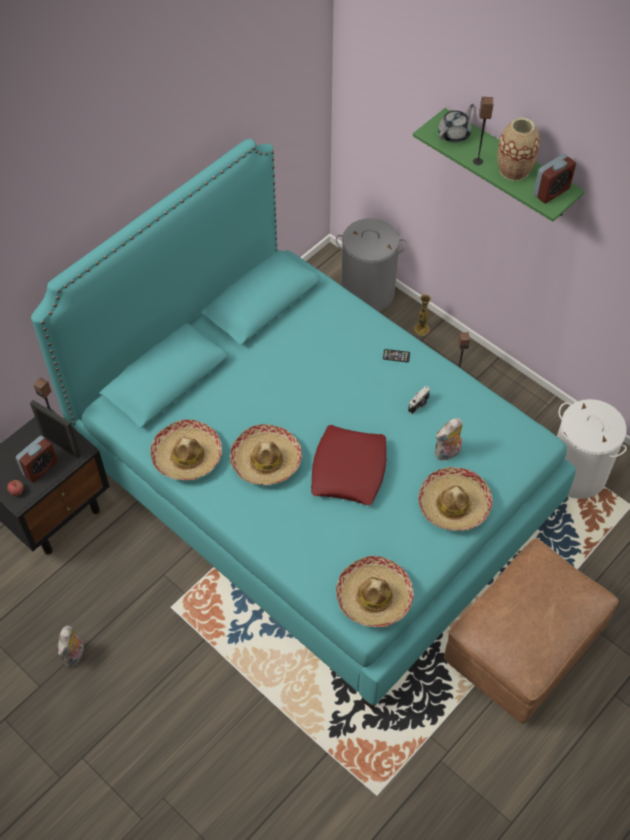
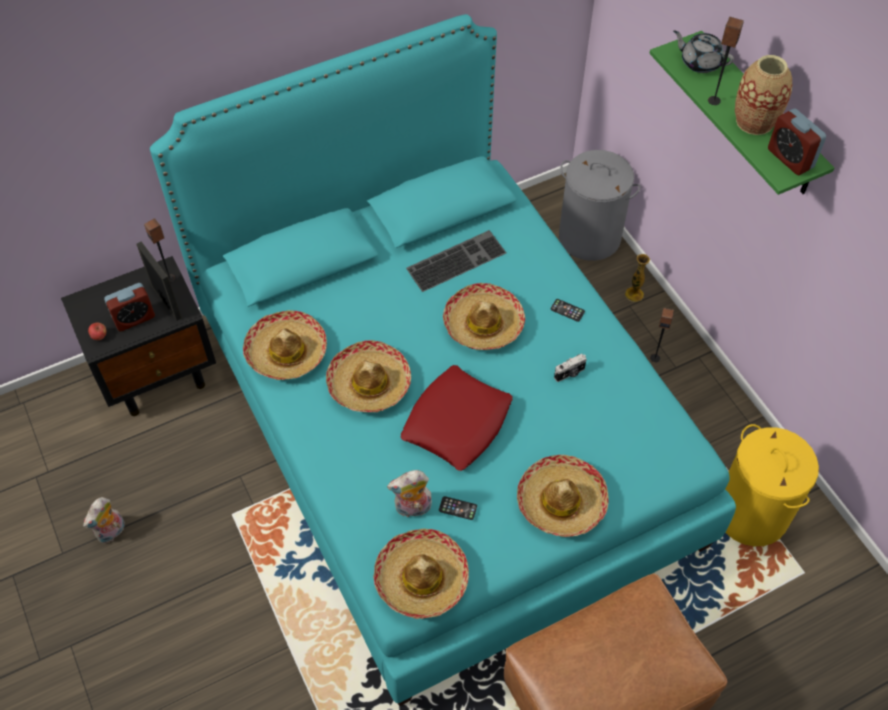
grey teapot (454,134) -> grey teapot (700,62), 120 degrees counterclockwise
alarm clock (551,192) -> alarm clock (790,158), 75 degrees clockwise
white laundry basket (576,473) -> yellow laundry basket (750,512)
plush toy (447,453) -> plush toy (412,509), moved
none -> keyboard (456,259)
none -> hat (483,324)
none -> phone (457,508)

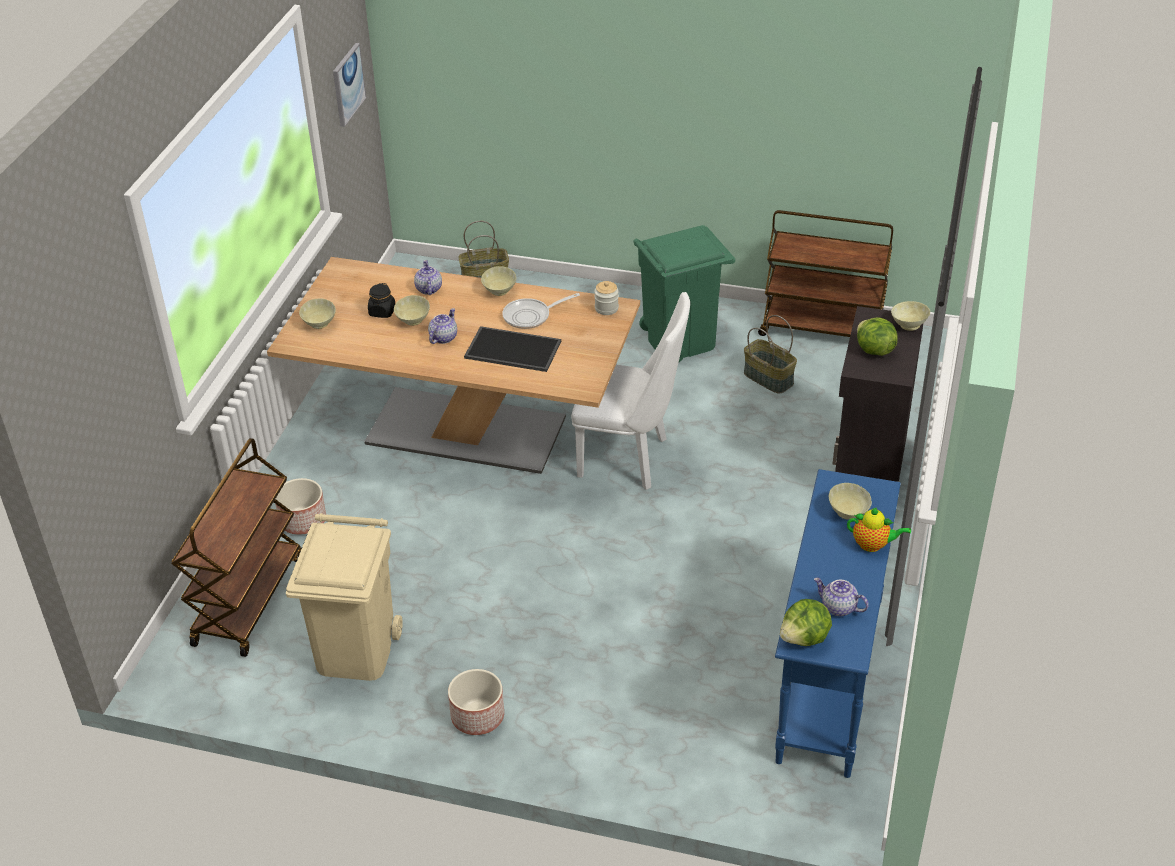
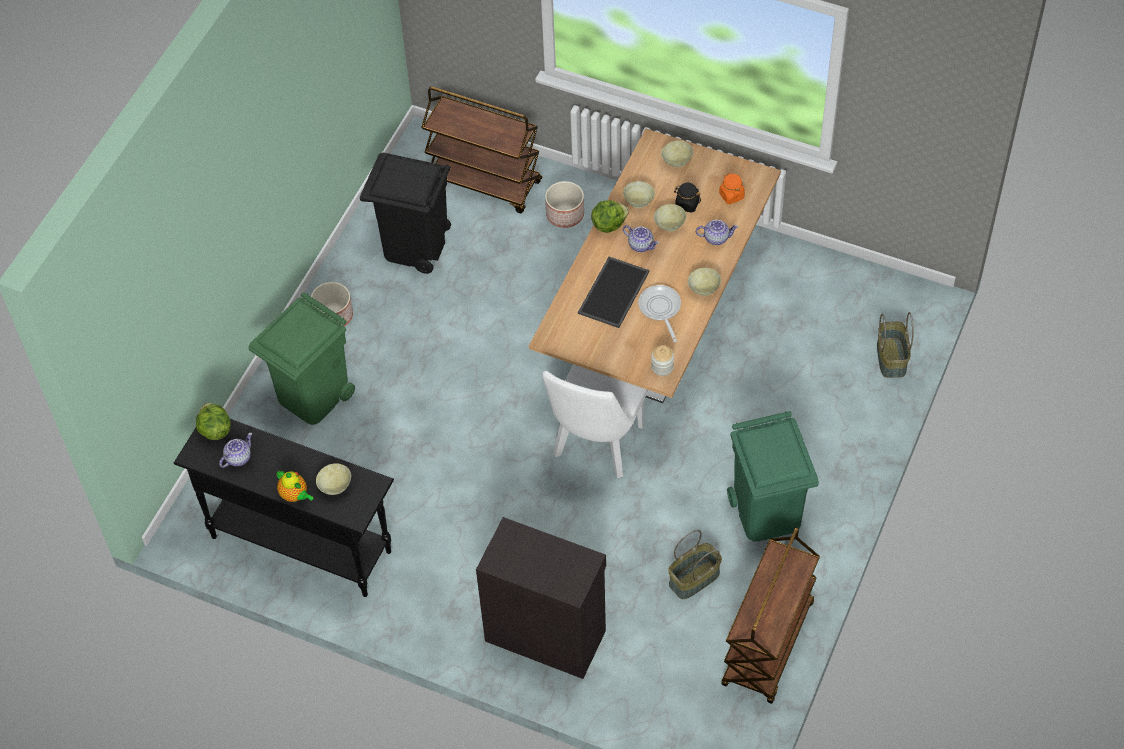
picture (348,84) -> none
beige bowl (908,325) -> beige bowl (639,202), moved
lettuce (874,350) -> lettuce (608,224), moved
blue console table (827,686) -> black console table (300,543)
teapot (873,545) -> teapot (295,495), 75 degrees counterclockwise
beige trash can (356,651) -> black trash can (415,246)
none -> orange jar (731,195)
none -> green trash can (313,396)

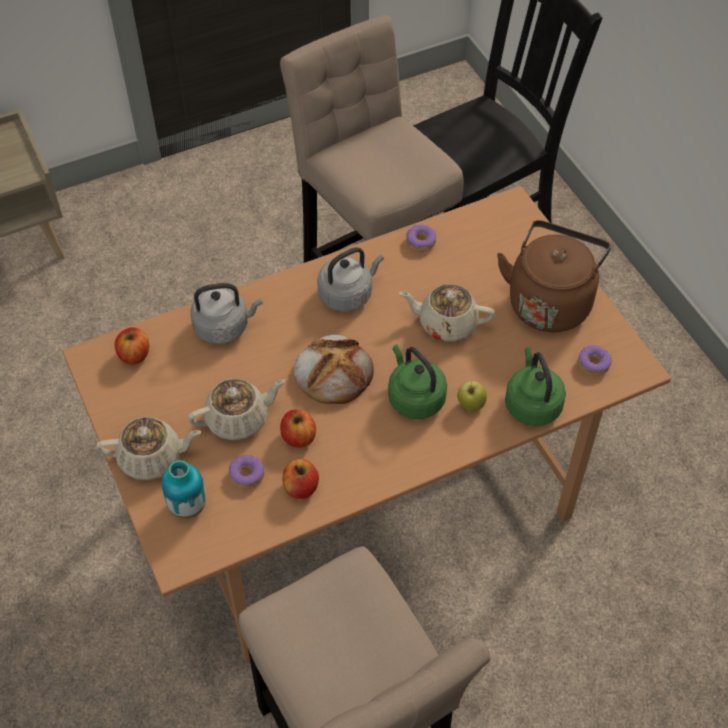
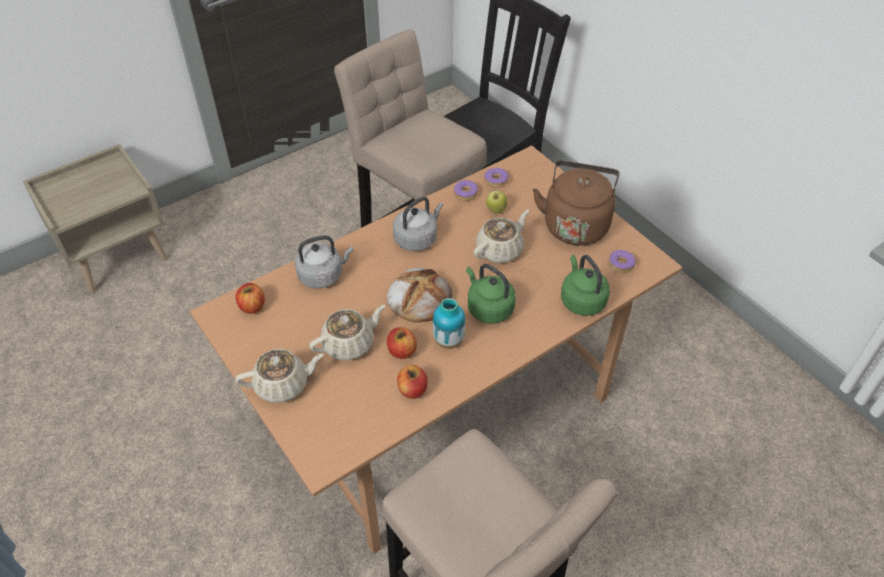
beige teapot (446,323) -> beige teapot (500,250), 135 degrees clockwise
apple (470,405) -> apple (496,210), moved
donut (246,475) -> donut (495,181), moved
vase (188,506) -> vase (448,341), moved

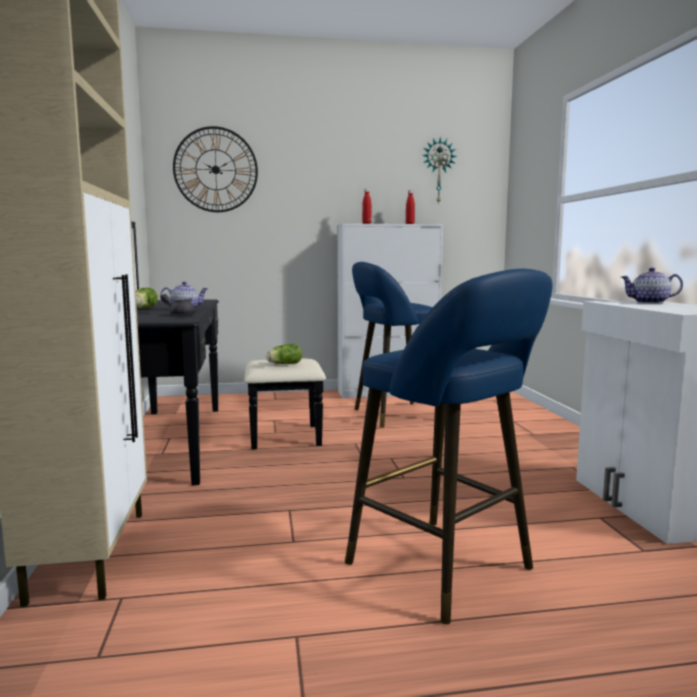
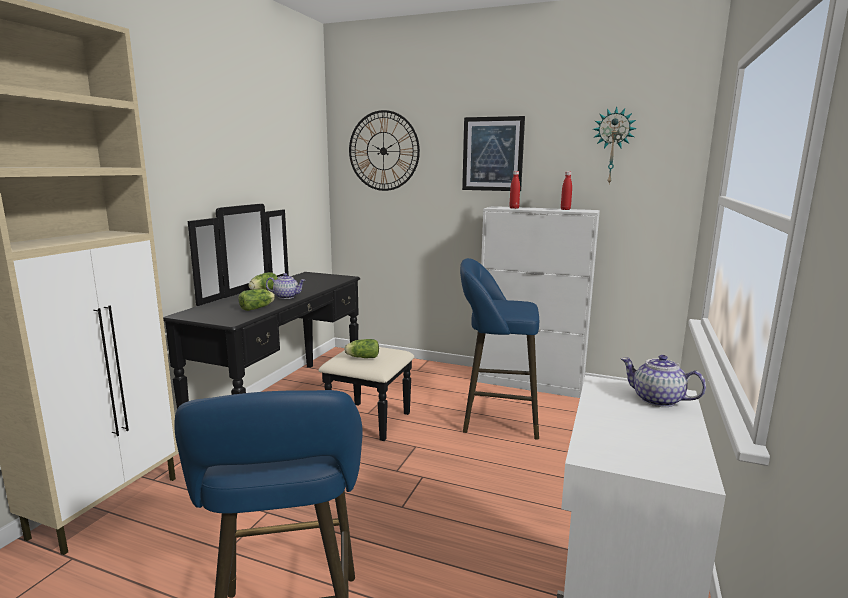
grey teapot (180,314) -> lettuce (258,308)
none -> picture (493,154)

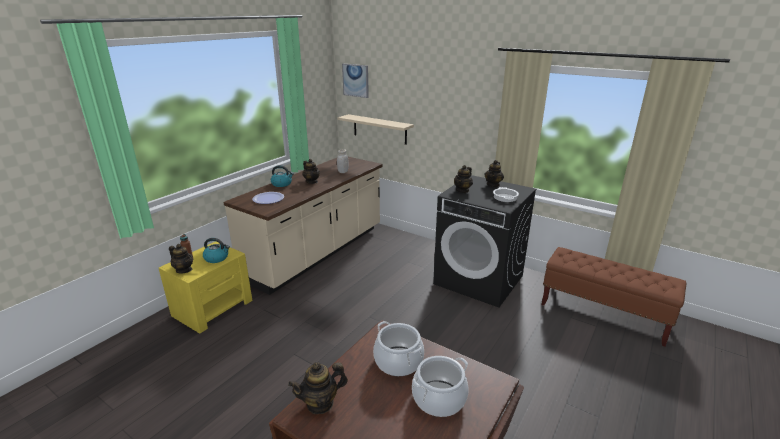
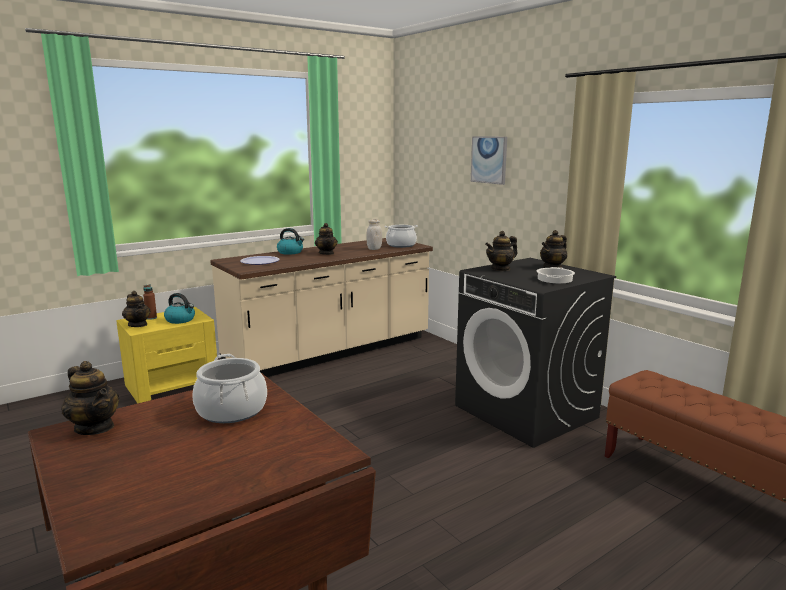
picture (356,80) -> picture (489,159), moved
beige shelf (379,129) -> none
cooking pot (439,398) -> cooking pot (401,245), moved
teapot (320,403) -> teapot (95,427), 135 degrees counterclockwise

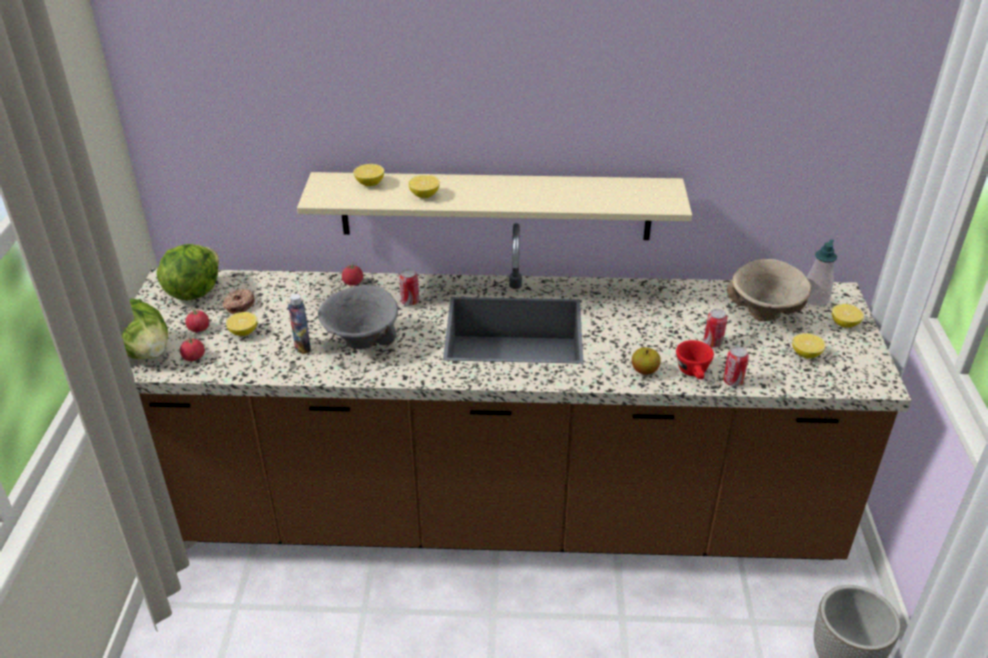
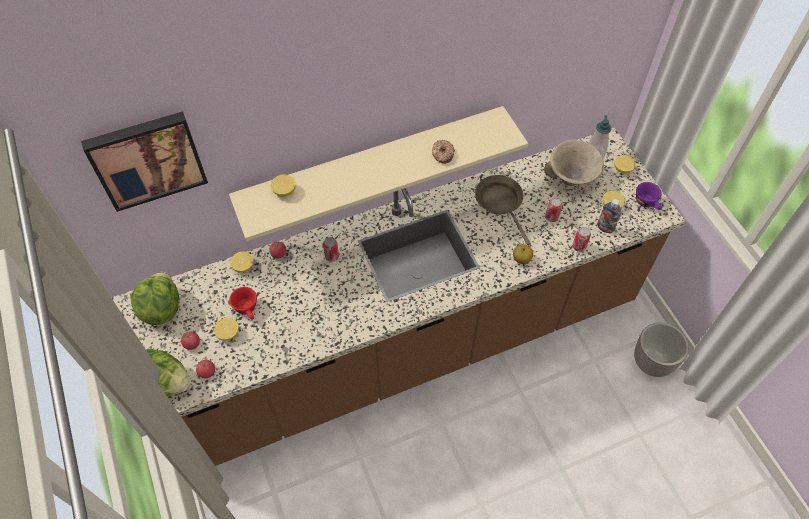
lemon (424,195) -> lemon (243,266), moved
grey bowl (360,343) -> none
donut (239,305) -> donut (442,154), moved
bottle (302,347) -> bottle (605,228), moved
red cup (694,373) -> red cup (248,309), moved
none -> picture (147,159)
none -> brown frying pan (501,203)
none -> purple cup (647,203)

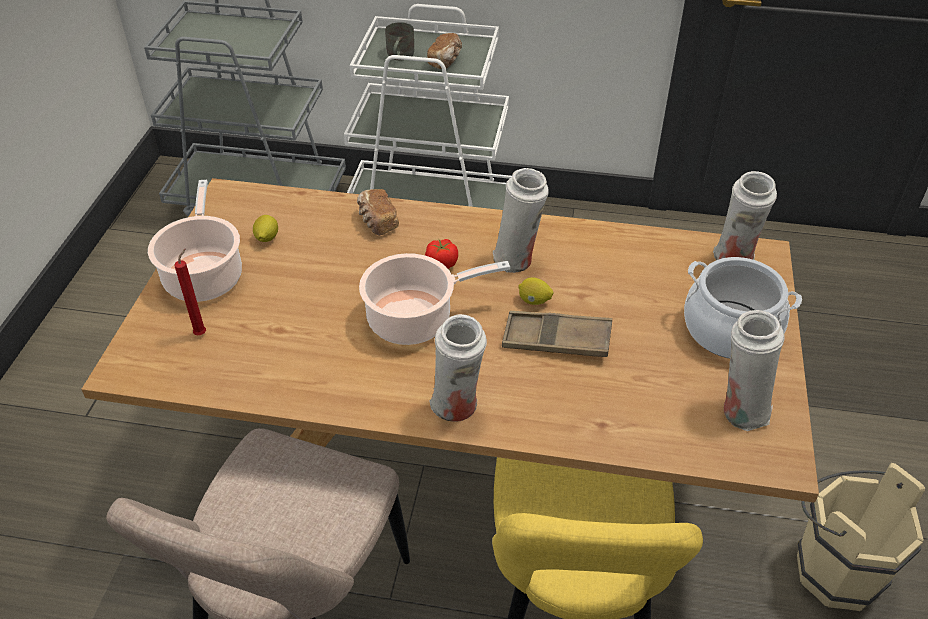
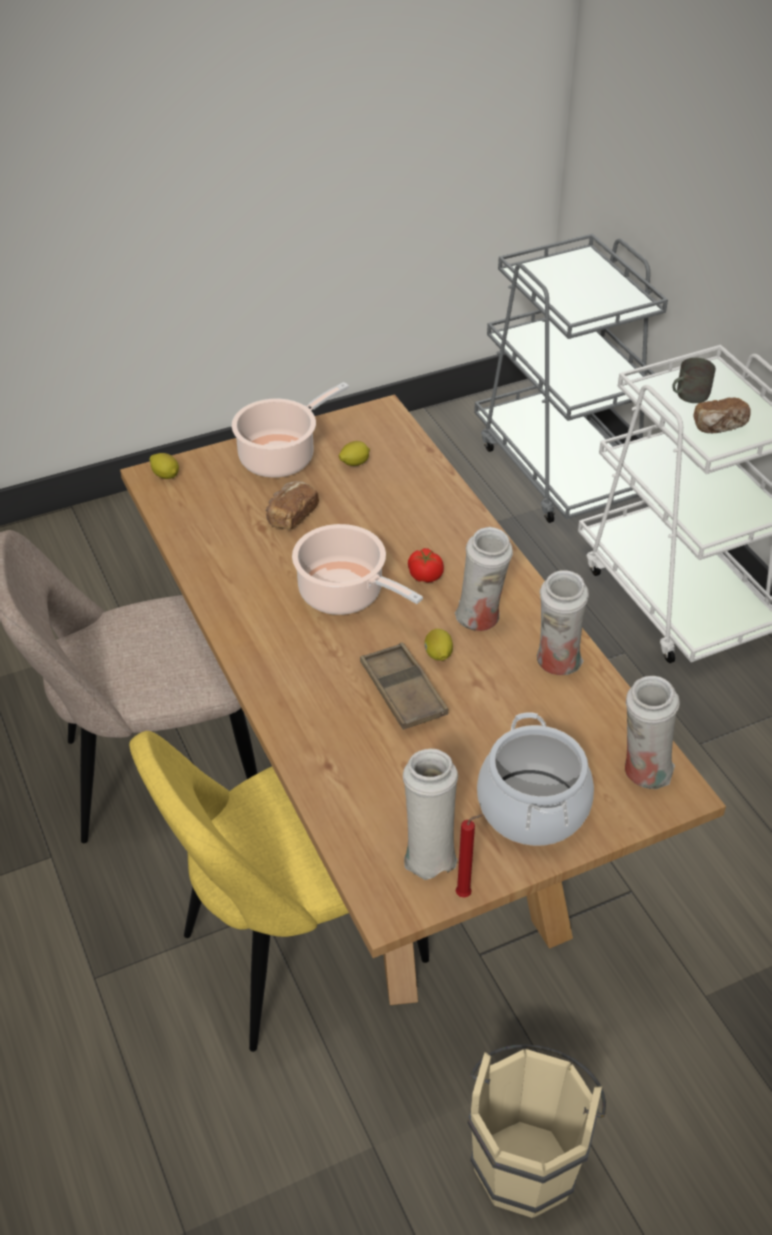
bread (377,222) -> bread (291,516), moved
red candle (202,333) -> red candle (466,894), moved
white vase (457,408) -> white vase (557,663), moved
none -> lemon (165,475)

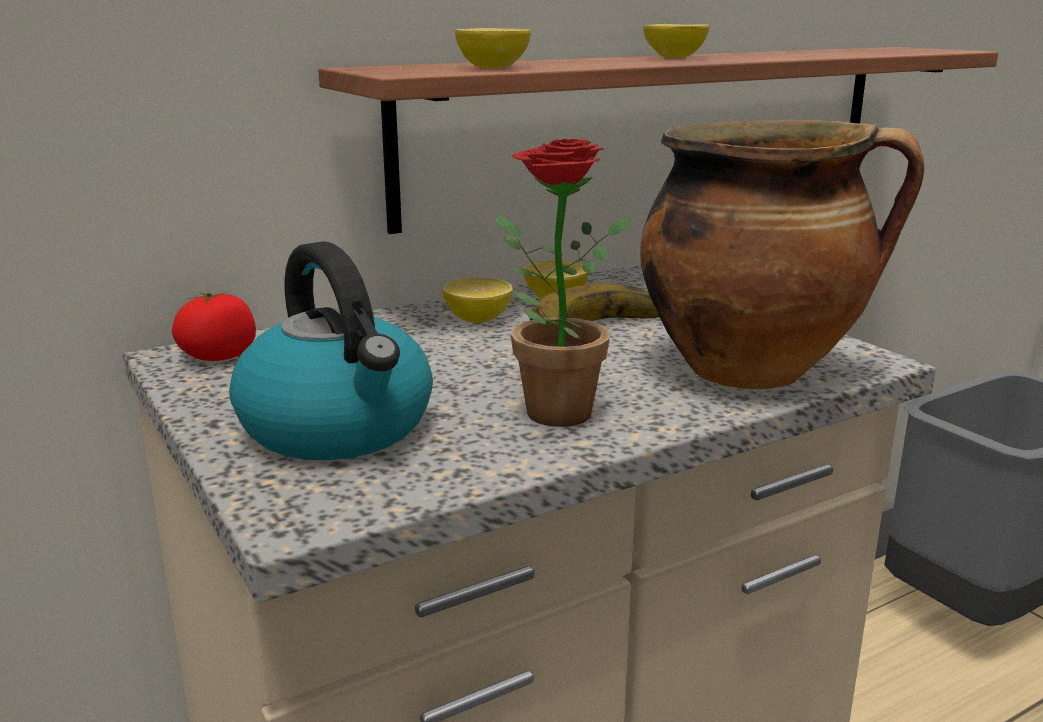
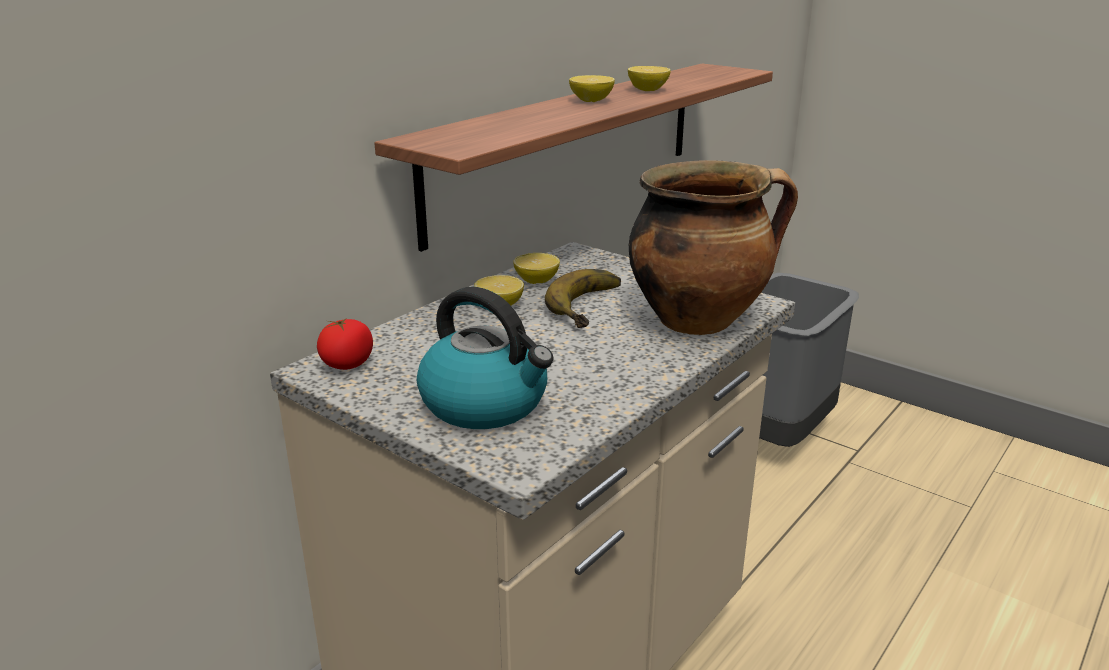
lemon (493,67) -> lemon (648,90), moved
potted plant (546,409) -> none

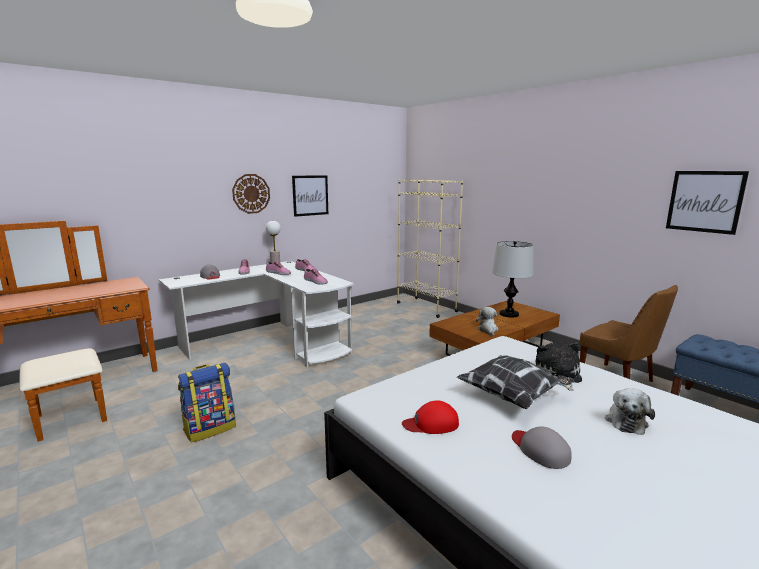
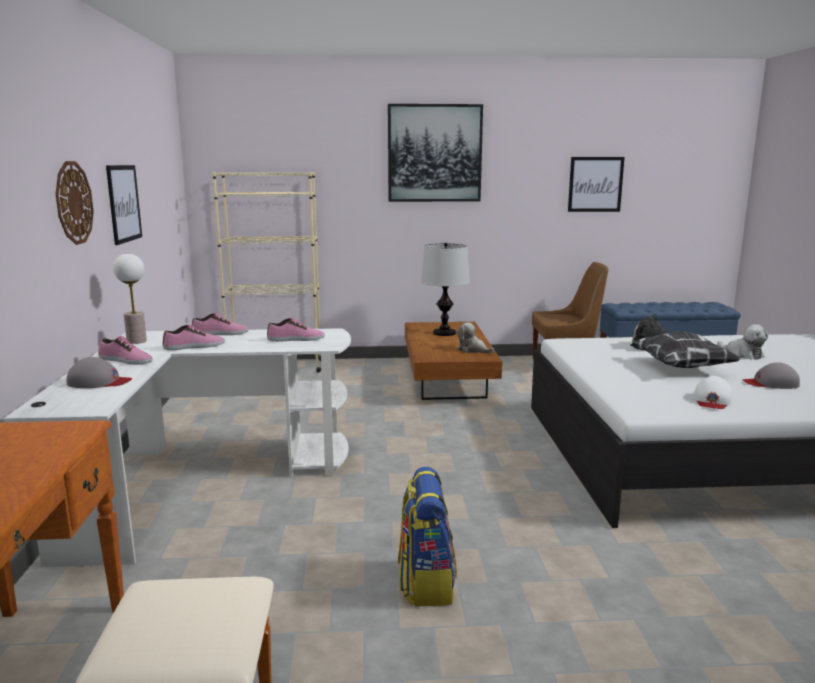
red cap (431,424) -> white cap (712,400)
none -> picture (434,153)

